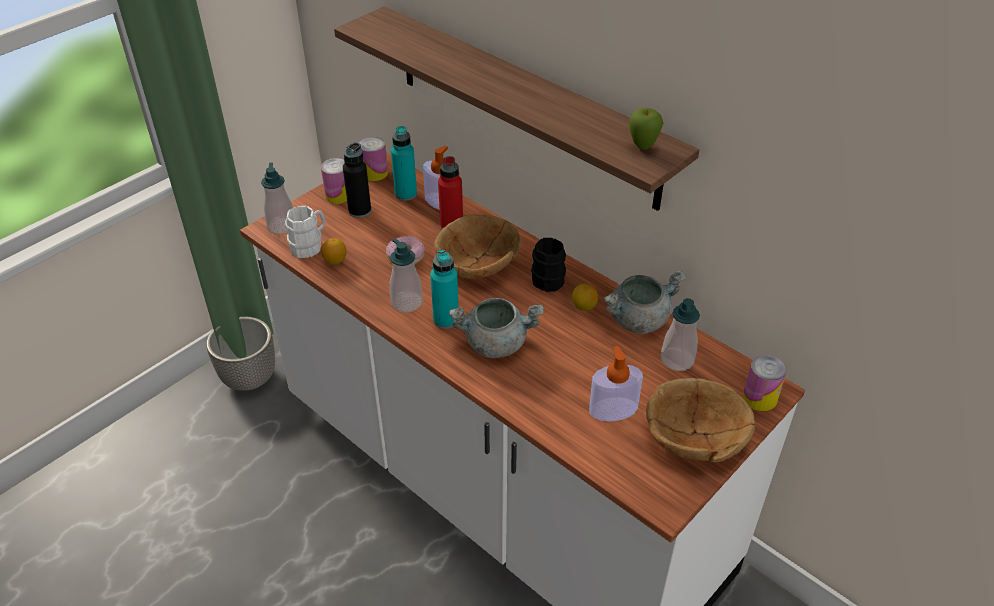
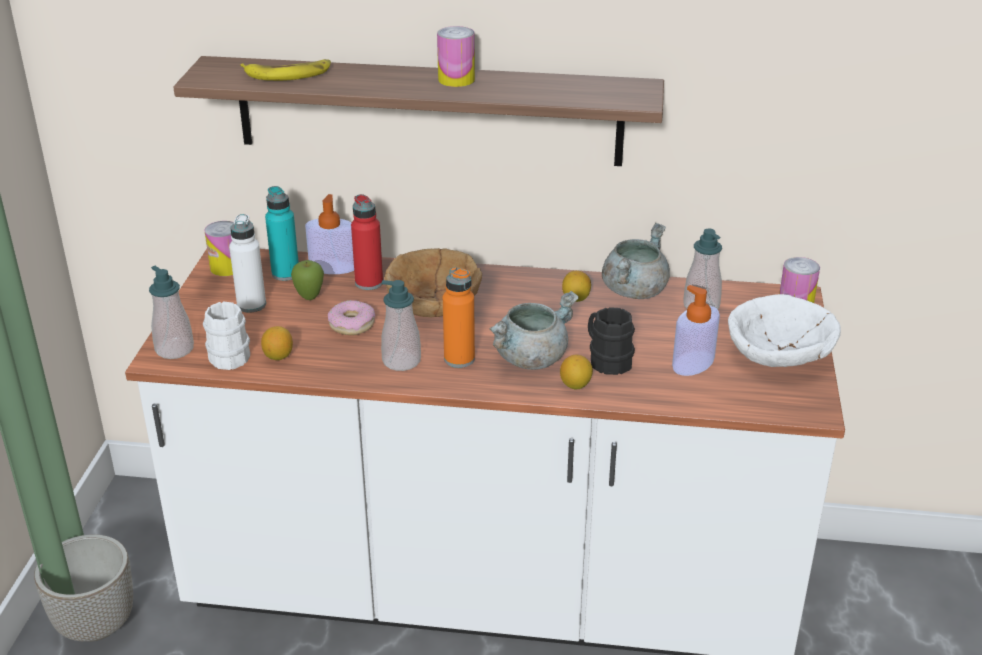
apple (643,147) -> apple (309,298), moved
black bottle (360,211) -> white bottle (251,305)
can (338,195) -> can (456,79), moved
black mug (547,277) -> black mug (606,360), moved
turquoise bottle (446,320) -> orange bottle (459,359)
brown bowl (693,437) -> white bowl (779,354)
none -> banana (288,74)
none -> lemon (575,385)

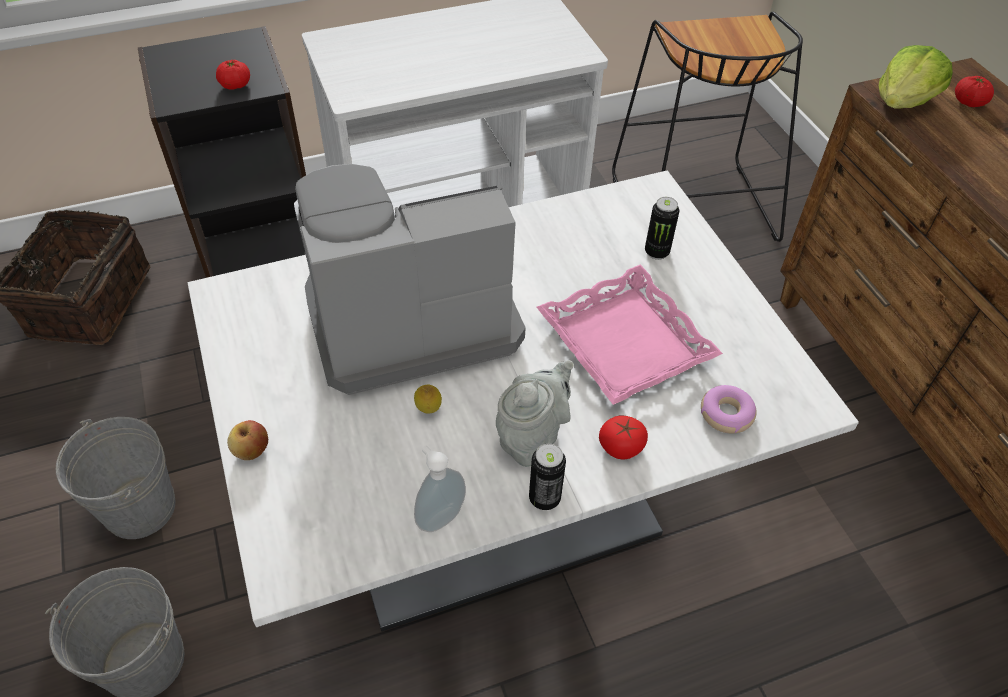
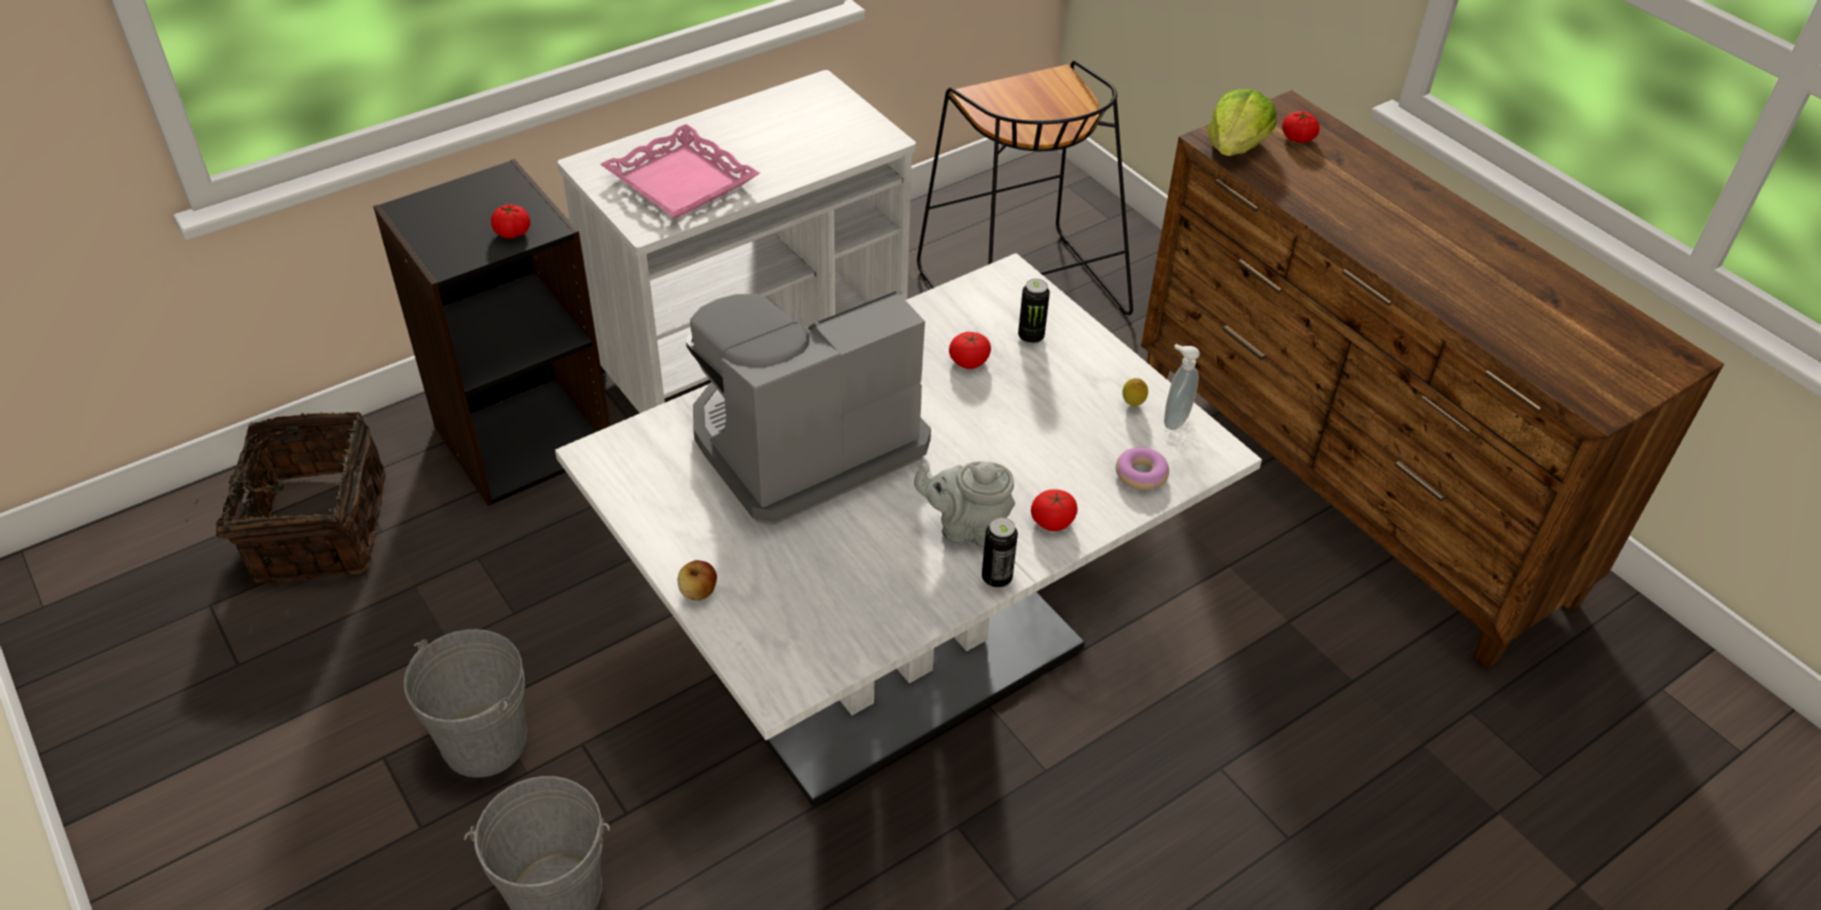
pink tray (626,341) -> pink tray (682,181), moved
grey teapot (532,437) -> grey teapot (966,528), 105 degrees counterclockwise
lemon (428,410) -> lemon (1132,405), moved
soap dispenser (439,516) -> soap dispenser (1174,419), moved
none -> tomato (969,361)

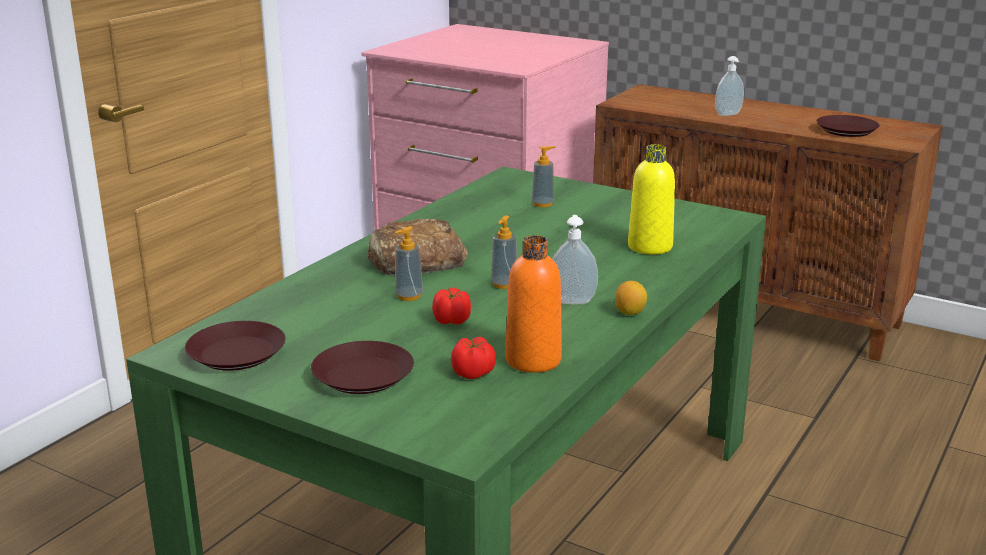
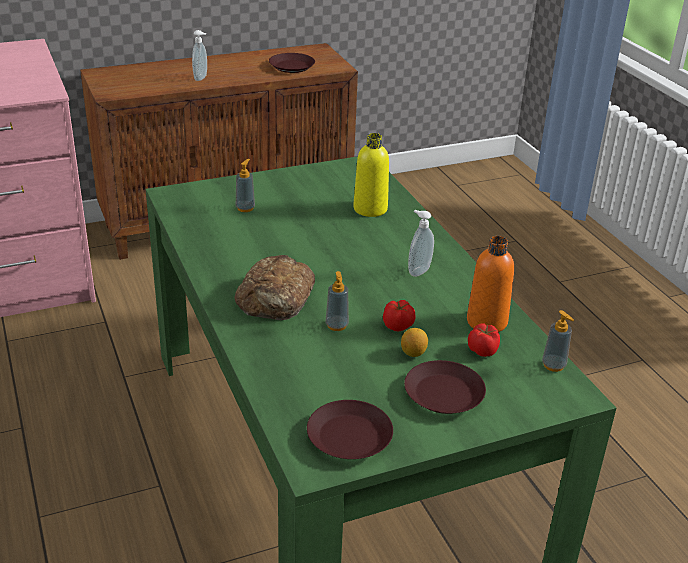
soap dispenser (504,284) -> soap dispenser (553,365), moved
lemon (630,313) -> lemon (413,353), moved

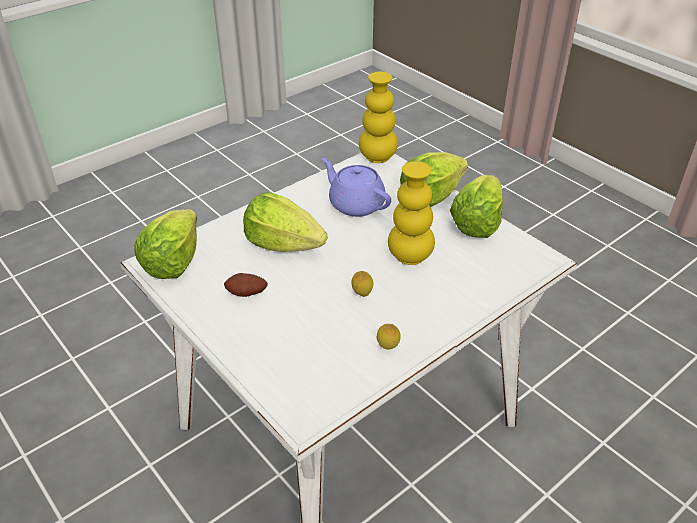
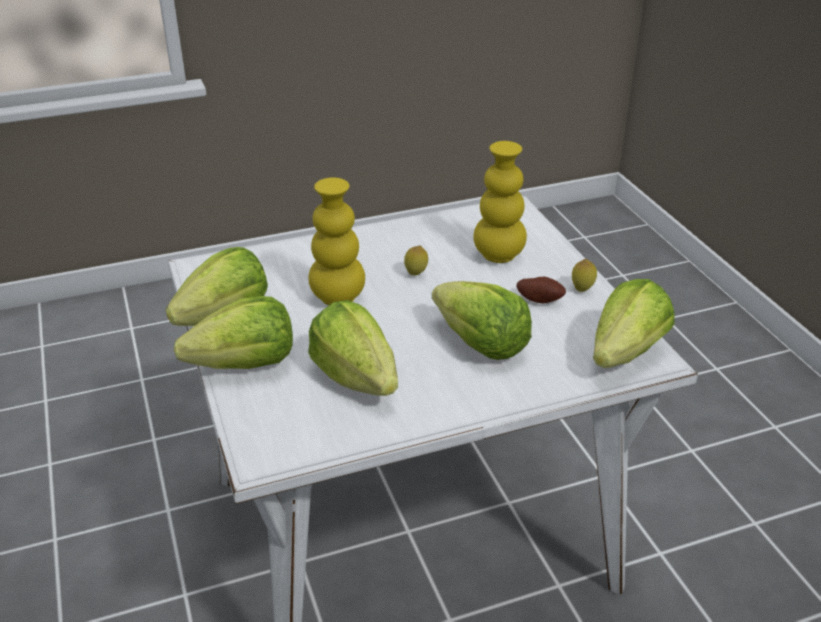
yellow vase (377,157) -> yellow vase (498,255), moved
purple teapot (355,204) -> lettuce (356,377)
lemon (387,348) -> lemon (582,289), moved

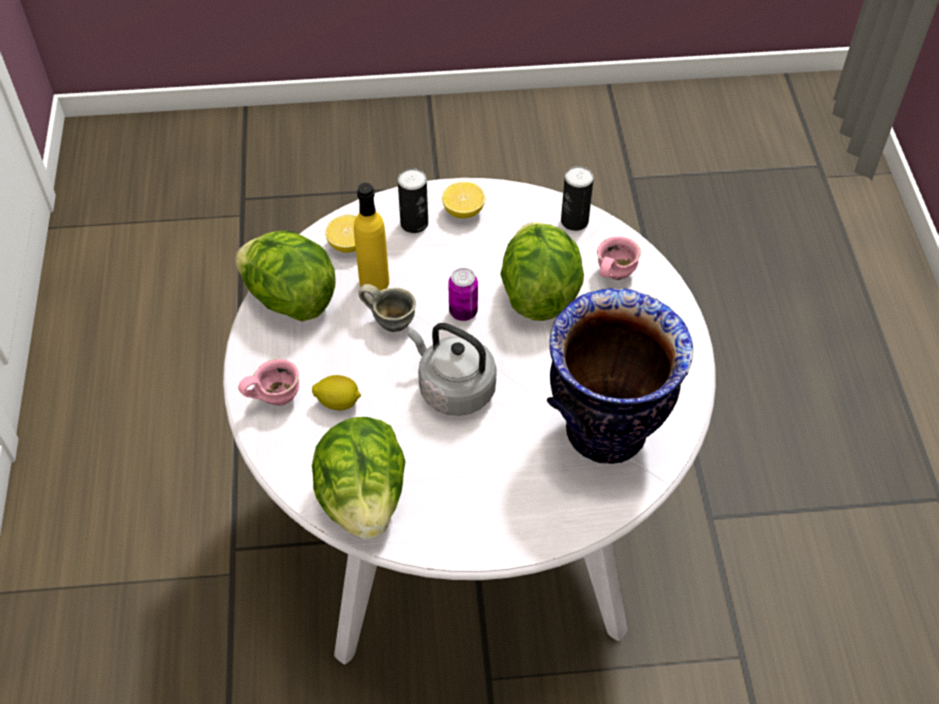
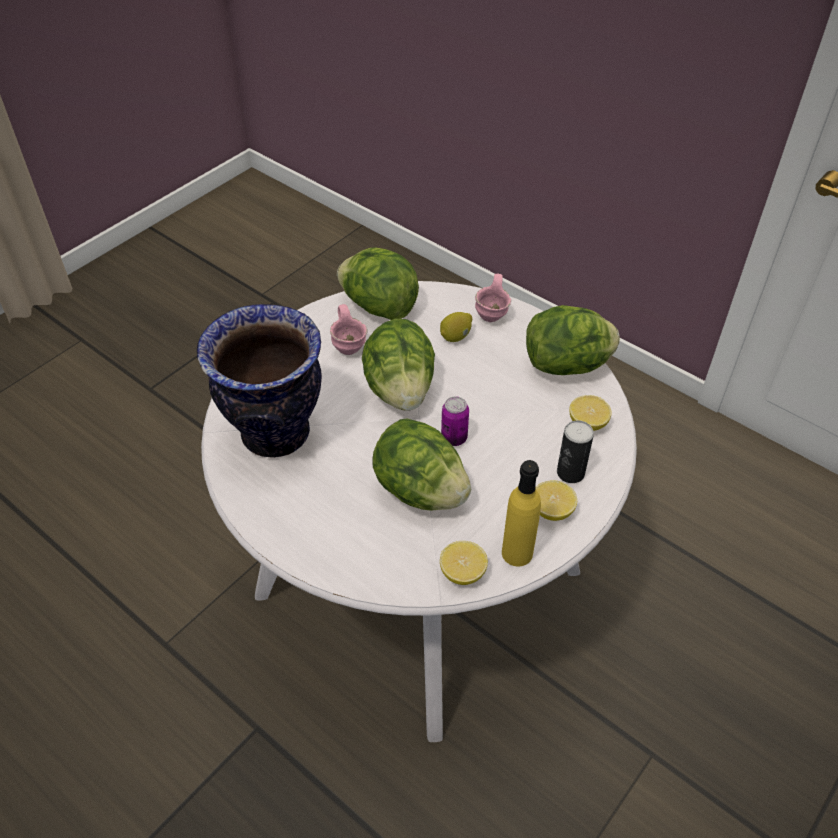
can (574,221) -> lemon (462,573)
yellow bottle (374,282) -> yellow bottle (517,553), moved
pink mug (612,274) -> pink mug (350,346), moved
grey mug (391,320) -> none
grey kettle (453,388) -> lettuce (400,390)

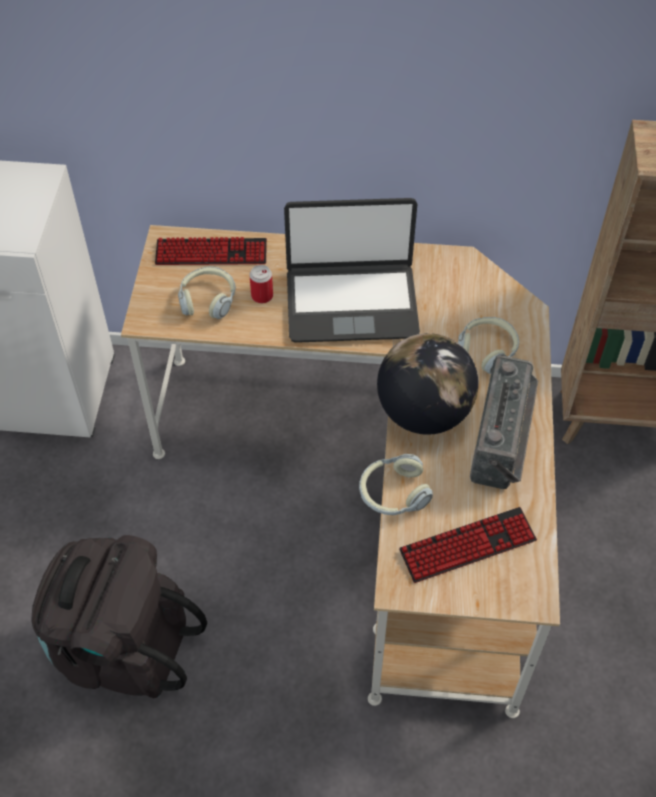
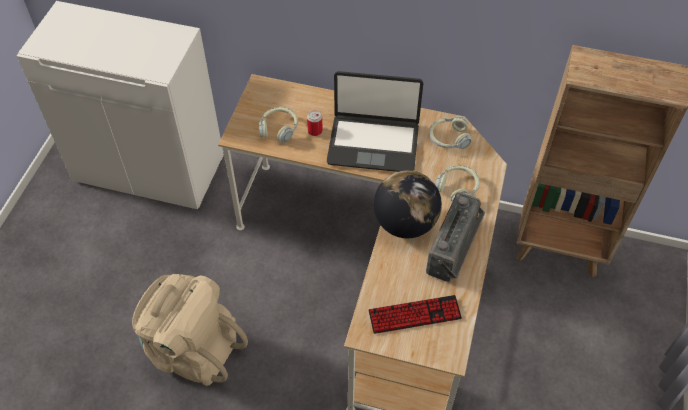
keyboard (211,253) -> none
headphones (393,493) -> headphones (448,138), moved
black backpack (121,647) -> beige backpack (192,349)

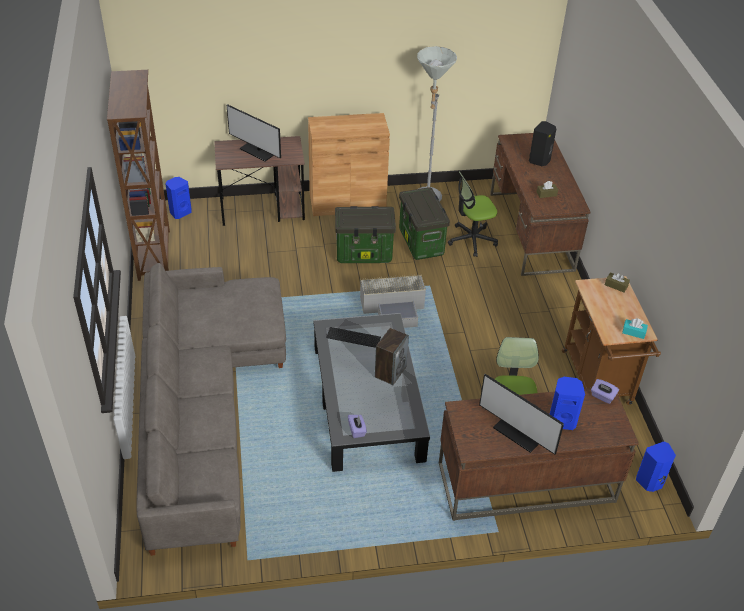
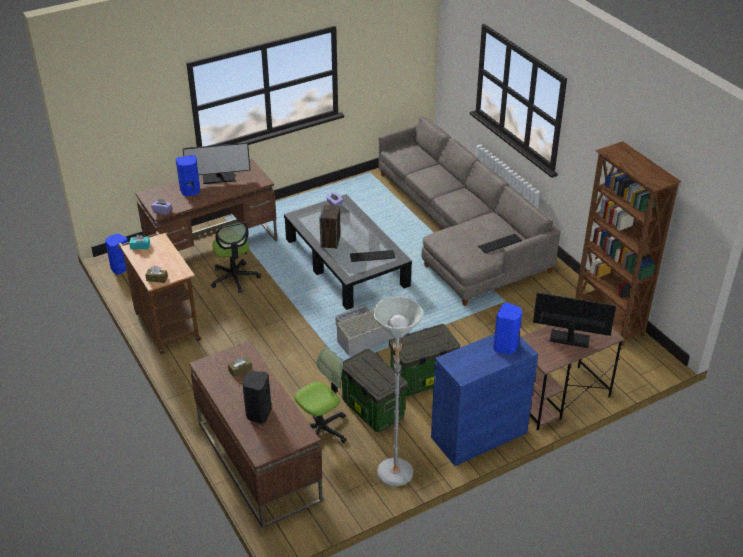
brown cabinet (347,202) -> blue cabinet (479,435)
blue speaker (180,212) -> blue speaker (506,346), moved
monitor (517,434) -> monitor (219,178), 150 degrees clockwise
none -> keyboard (500,244)

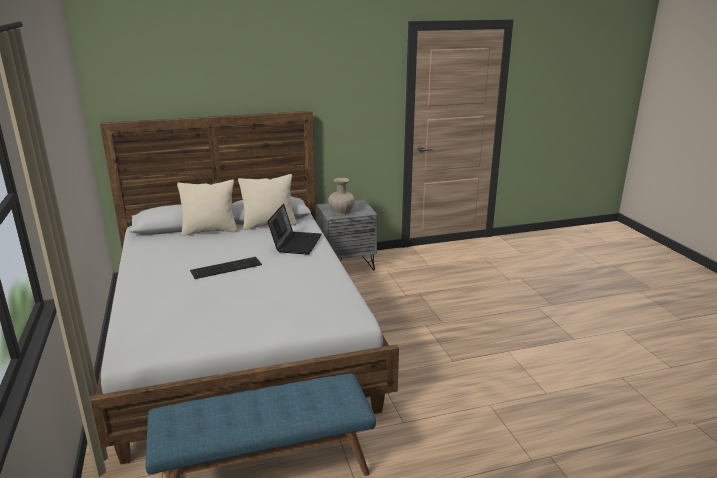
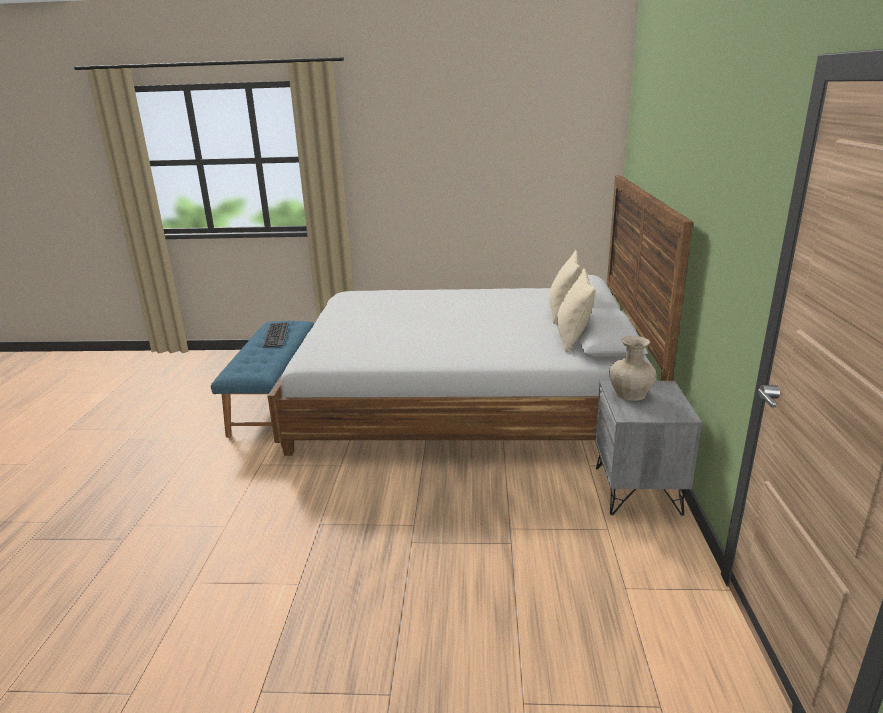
laptop (296,243) -> none
keyboard (226,267) -> keyboard (277,334), moved

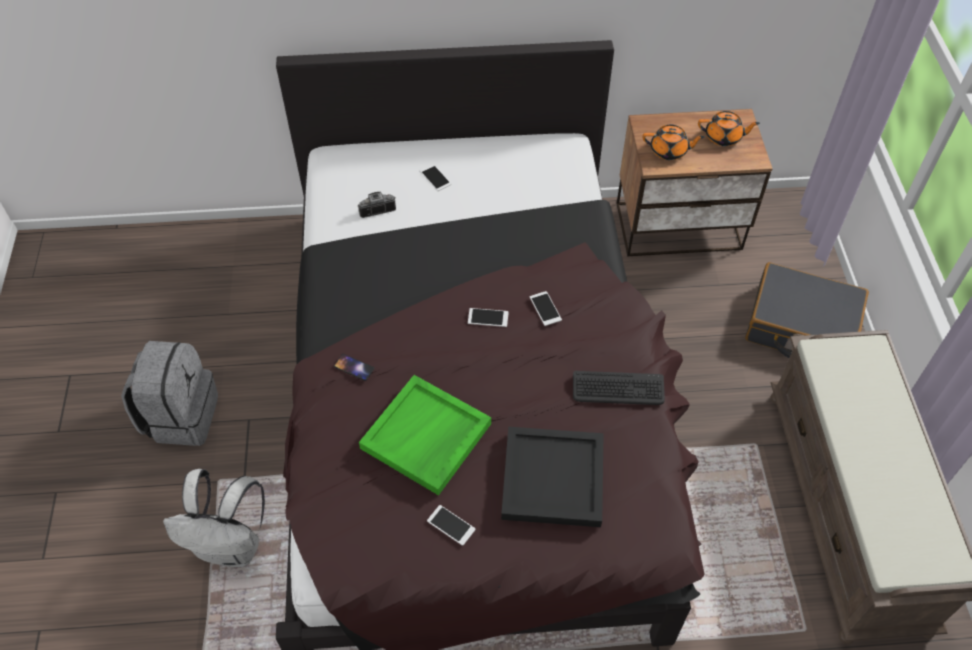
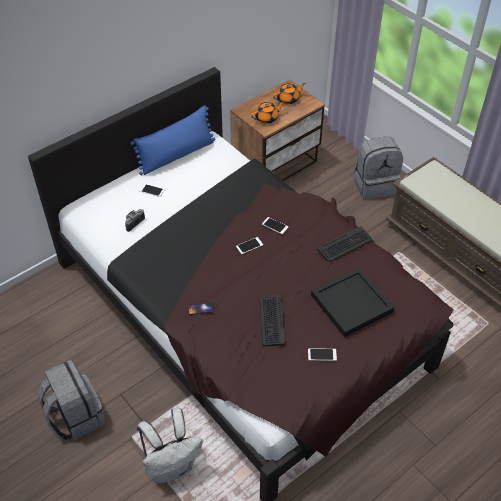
black suitcase (801,327) -> grey backpack (374,185)
green tray (426,437) -> keyboard (271,321)
none -> blue pillow (177,155)

